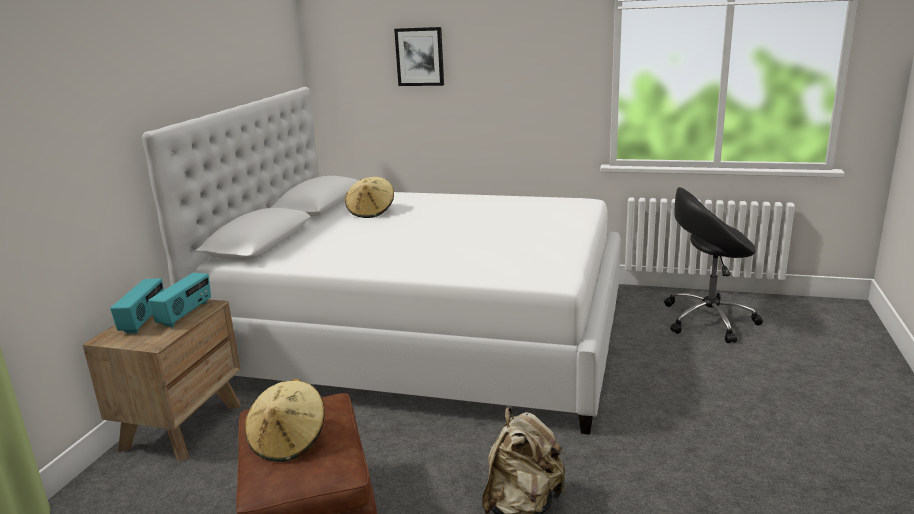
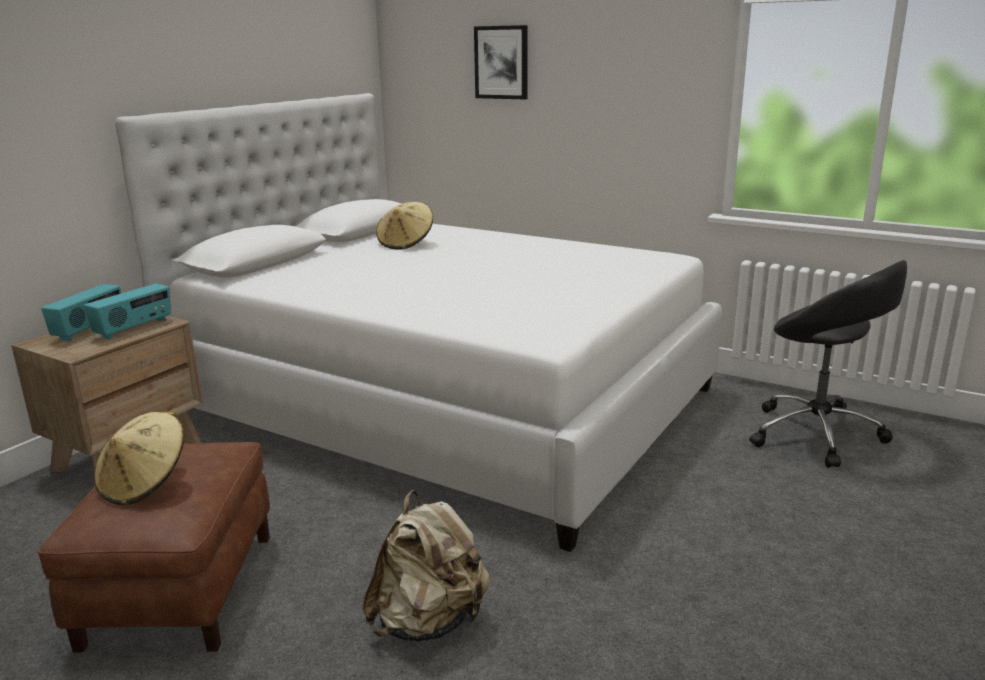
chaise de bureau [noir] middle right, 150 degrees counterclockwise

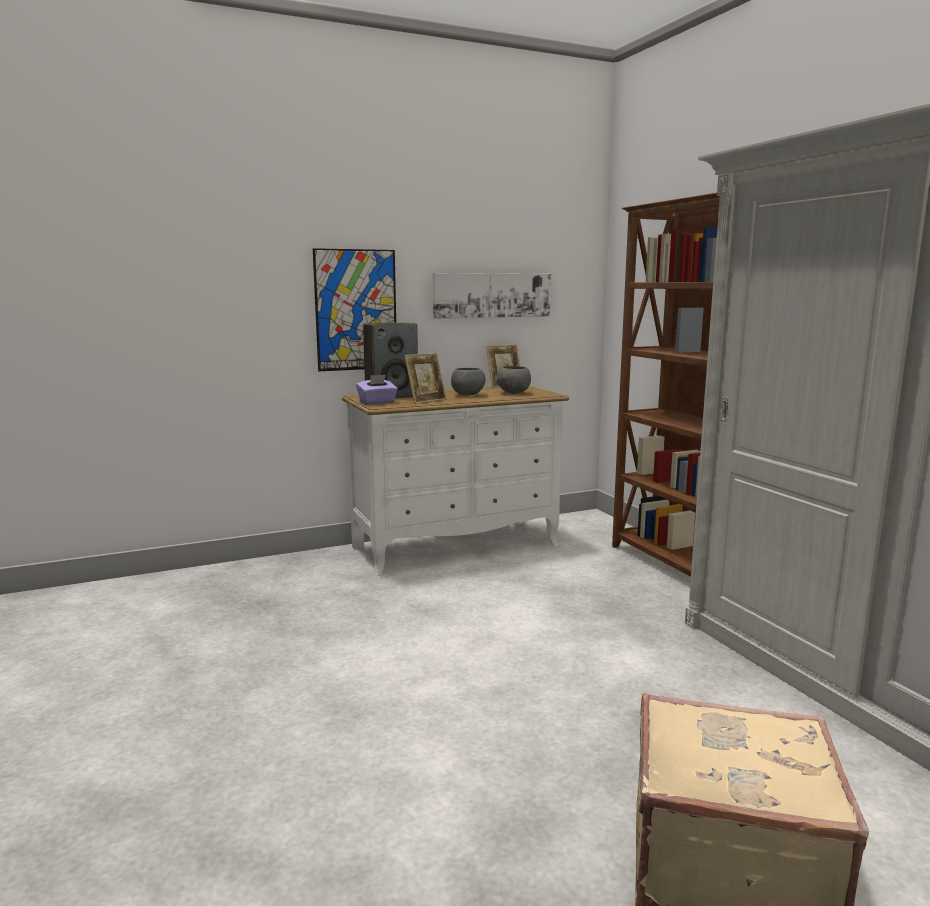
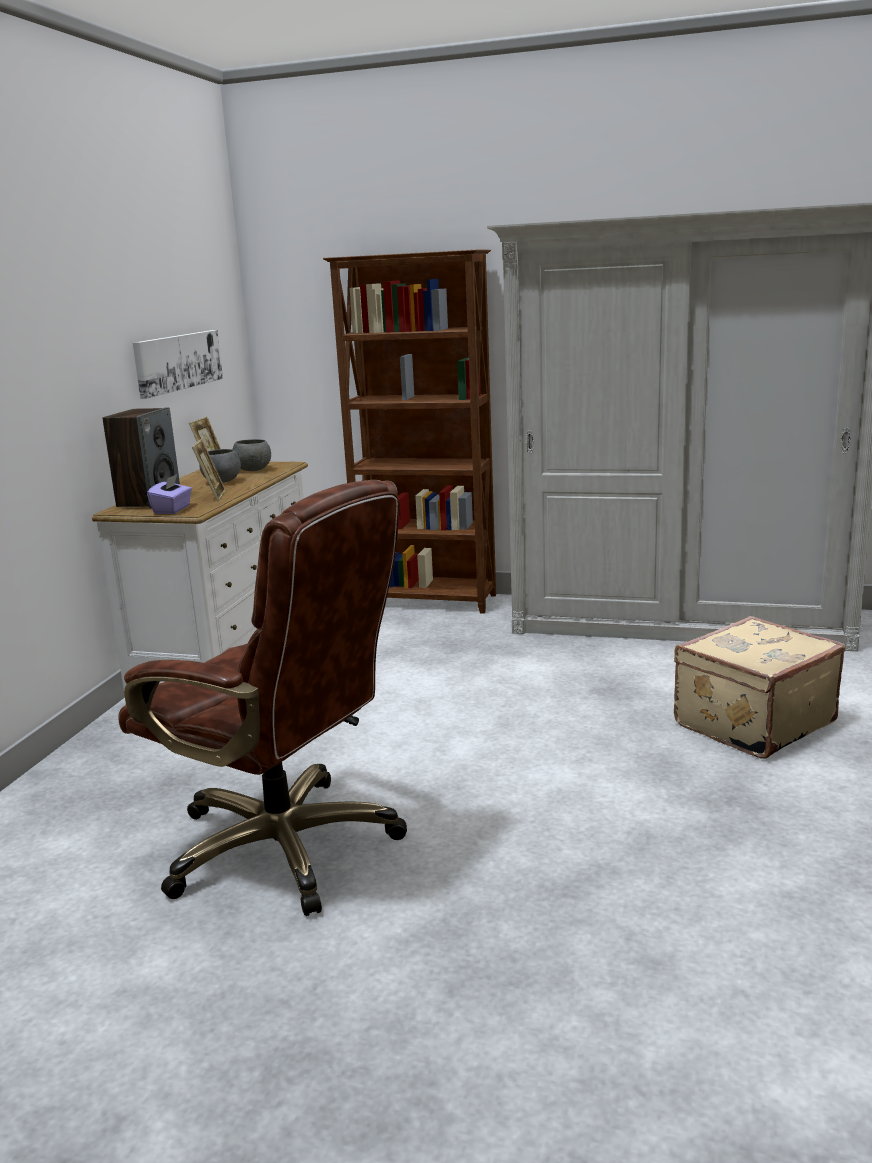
tableau (1st from left) centre → -
- → chaise de bureau [marron] middle left

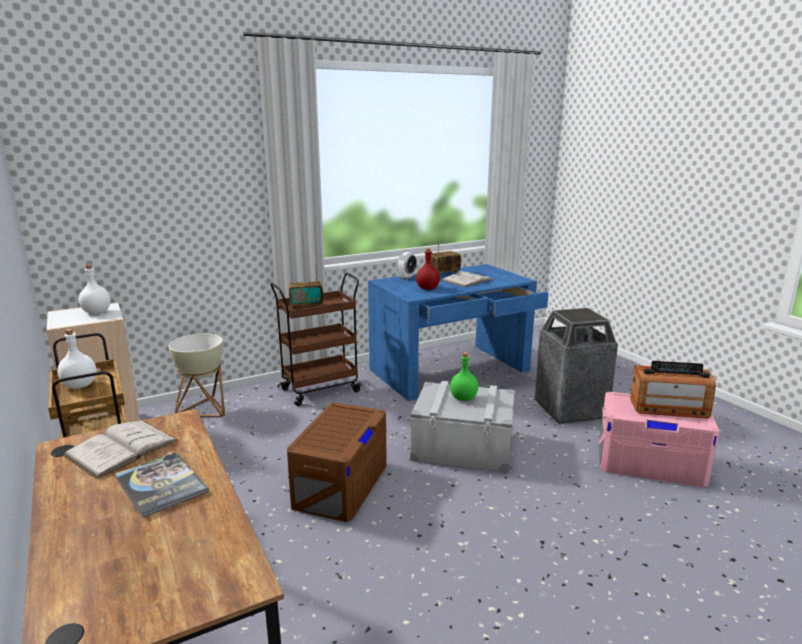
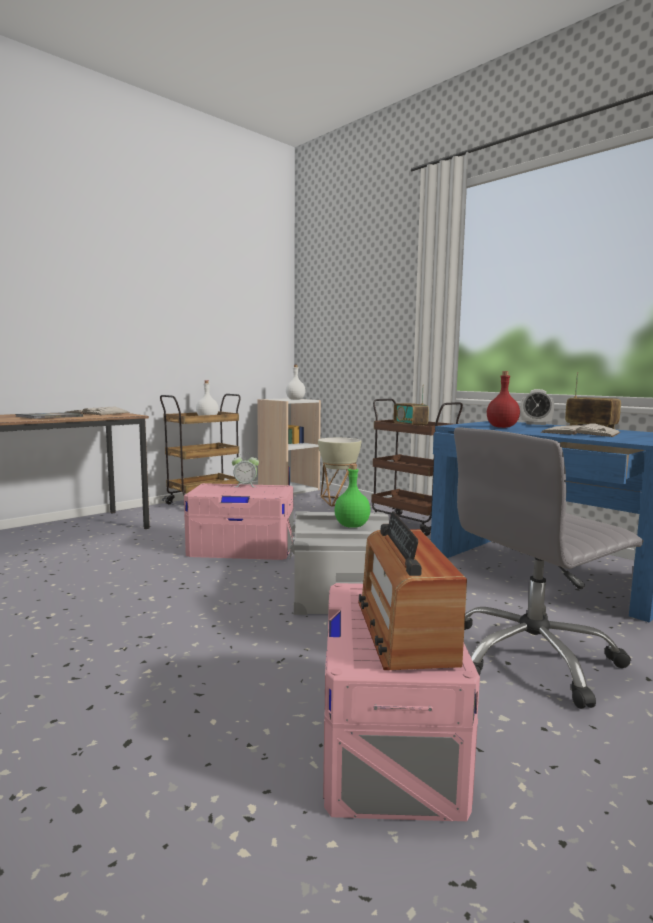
poubelle middle right → chaise de bureau [gris] middle right
boîte de rangement [marron] bottom centre → boîte de rangement [rose] (1st from left) centre
- → réveil (1st from left) centre

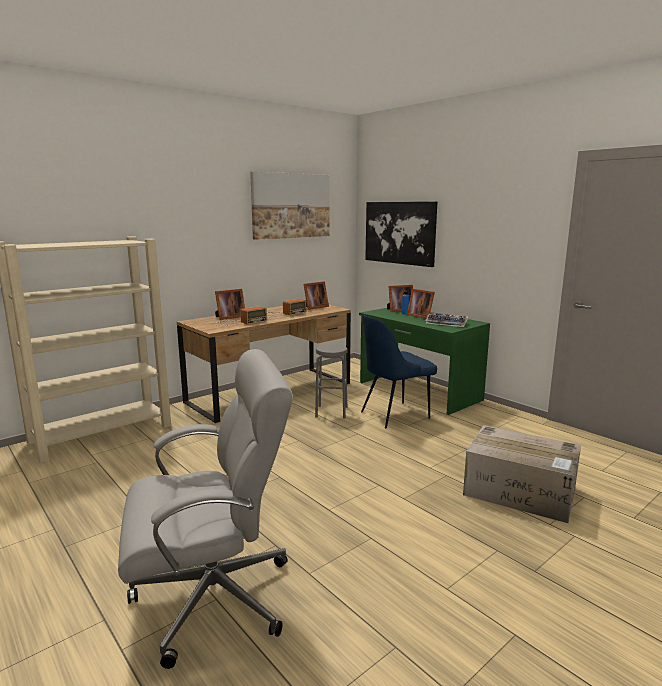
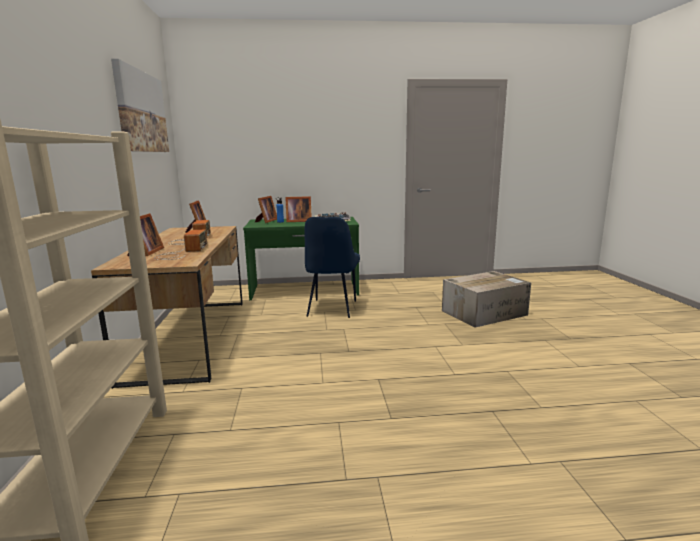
tableau (2nd from left) centre → -
tabouret [gris] centre → -
chaise de bureau [gris] bottom left → -

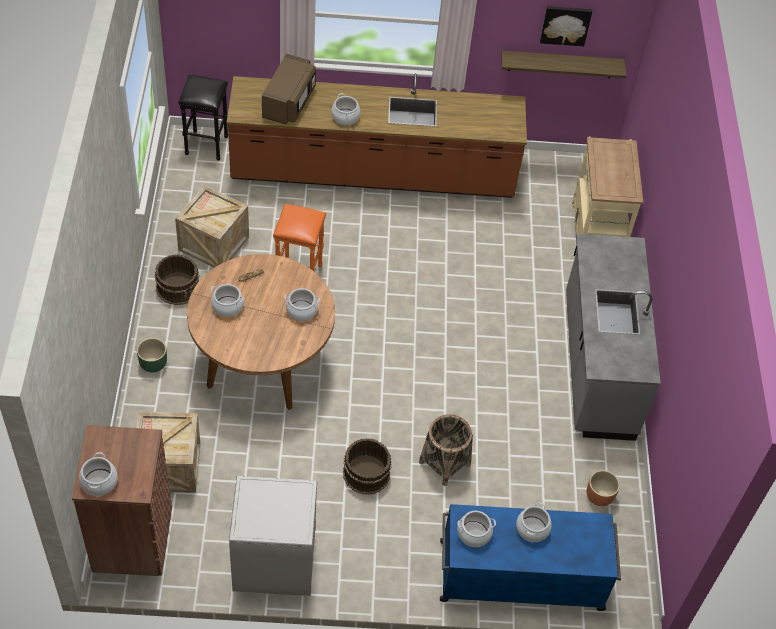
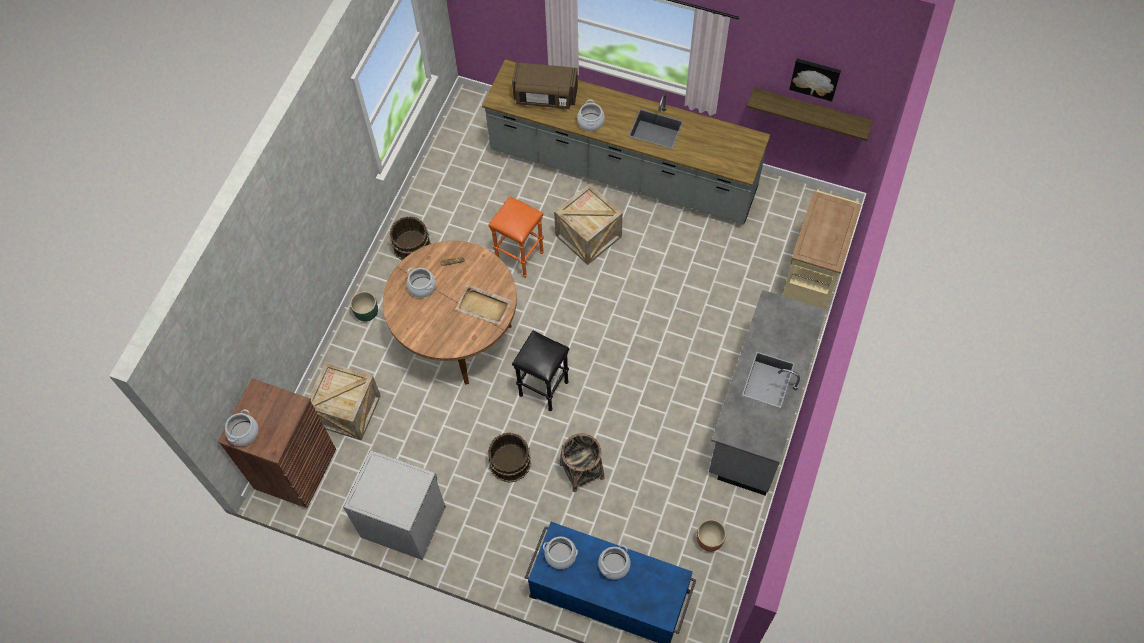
micro-ondes [marron] top centre, 60 degrees clockwise
comptoir de cuisine [marron] top centre → comptoir de cuisine [gris] (1st from left) top centre
tabouret [noir] top left → tabouret [noir] centre, move
caisse (2nd from left) middle left → caisse (2nd from left) centre, move
marmite (3rd from left) centre → plateau [beige] centre

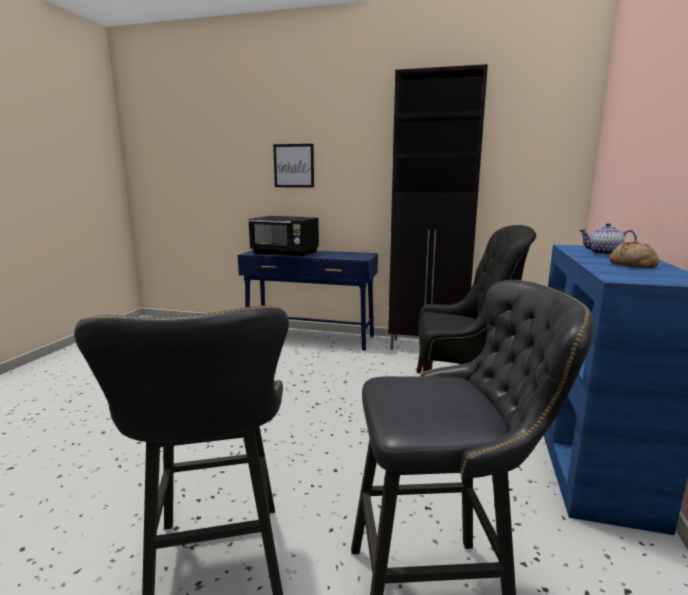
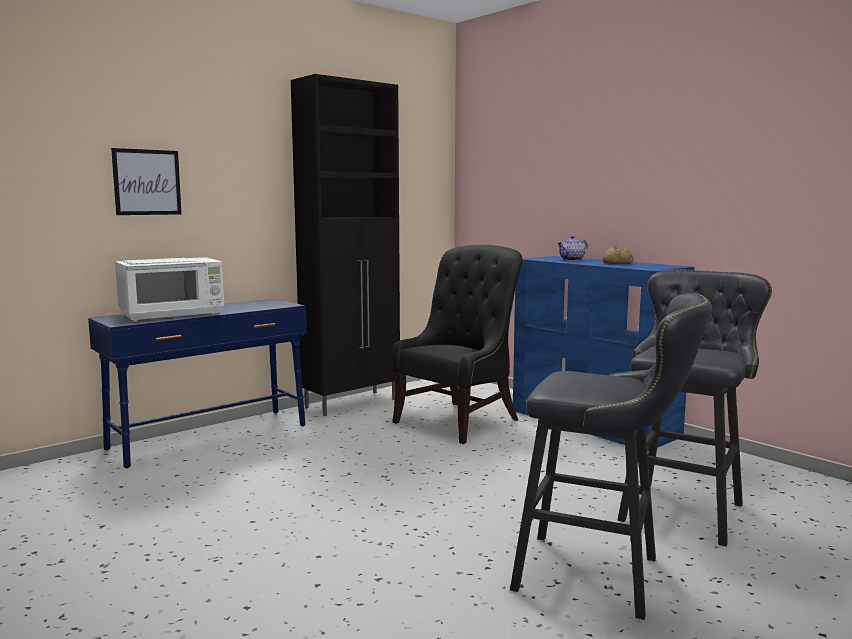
micro-ondes [noir] centre → micro-ondes [blanc] middle left

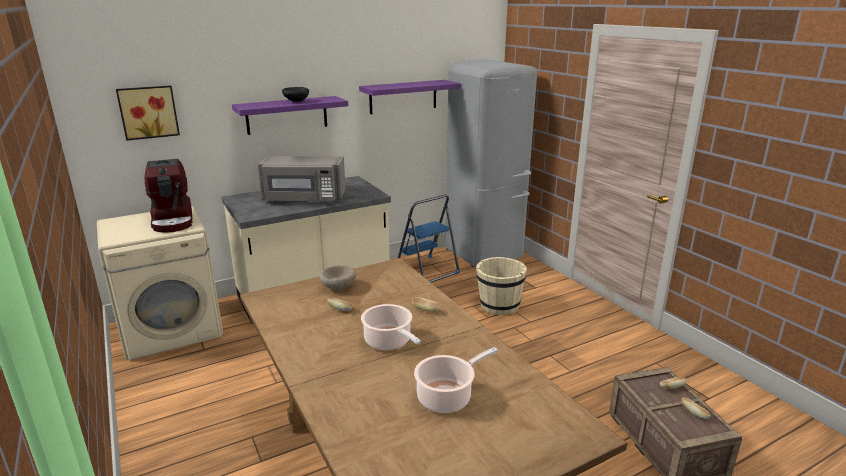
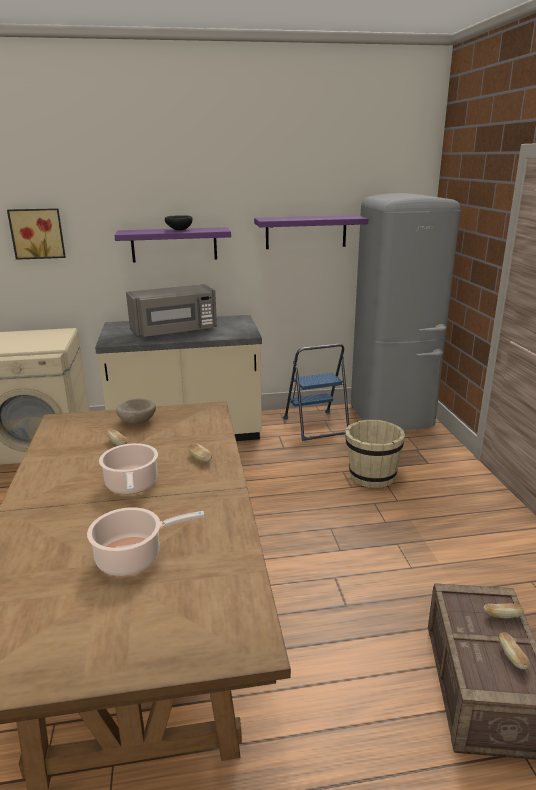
micro-ondes [gris] centre → micro-ondes [gris] middle left, 45 degrees counterclockwise
machine à café middle left → -

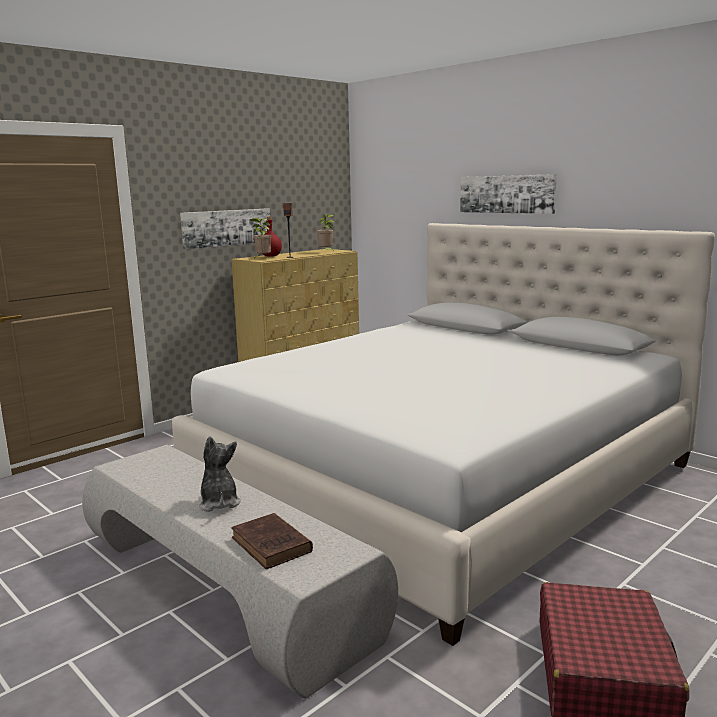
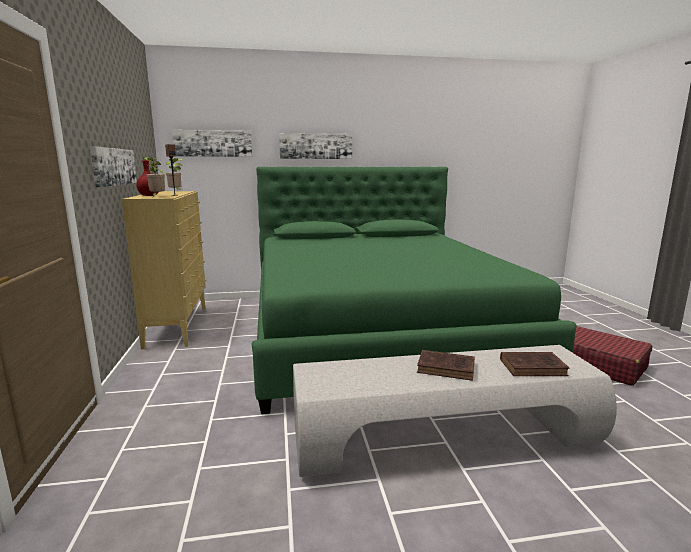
lit [blanc] centre → lit [vert] centre
peluche middle left → livre [marron] (1st from left) centre
- → tableau (2nd from left) top left

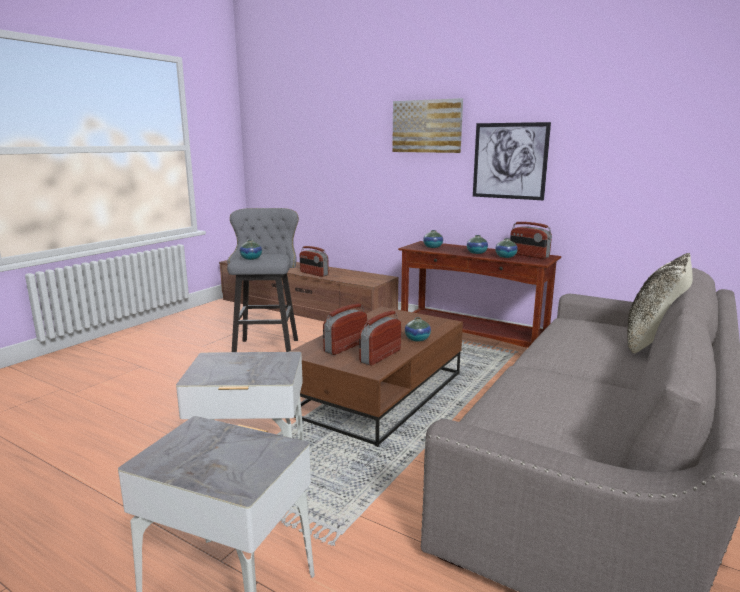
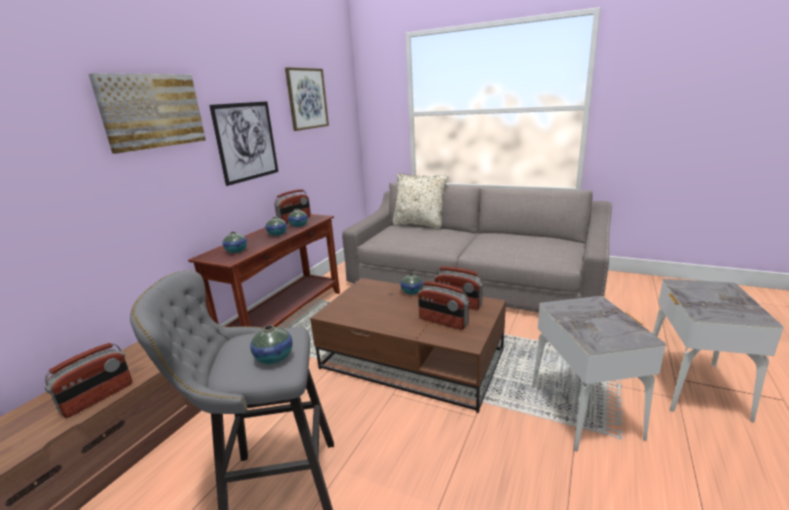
- → tableau (3rd from left) top centre

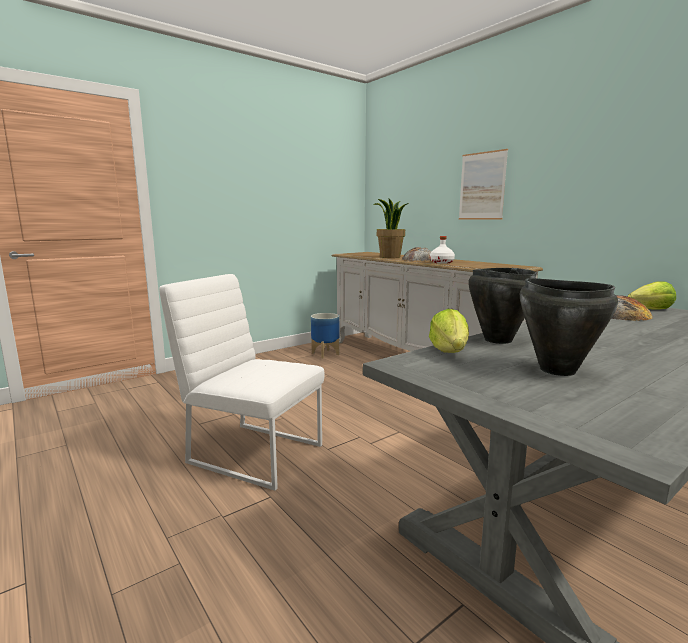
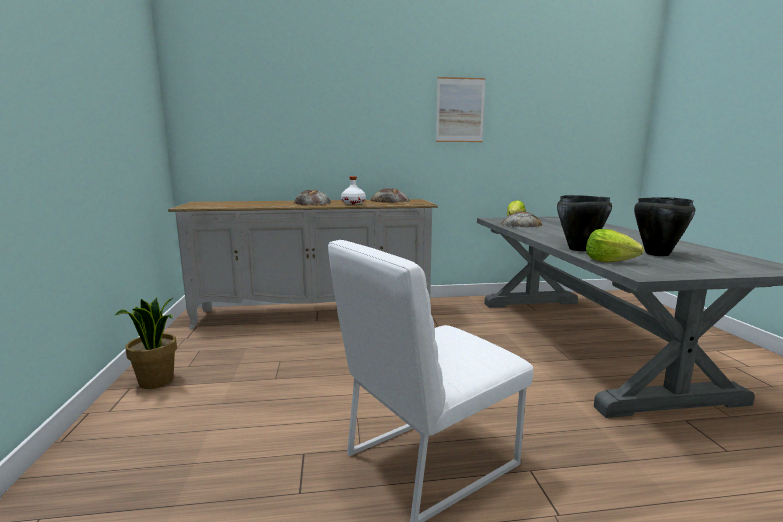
tableau top right → tableau top centre, move
plante en pot centre → plante en pot middle left, move
cache-pot centre → -
- → pain (2nd from left) centre

